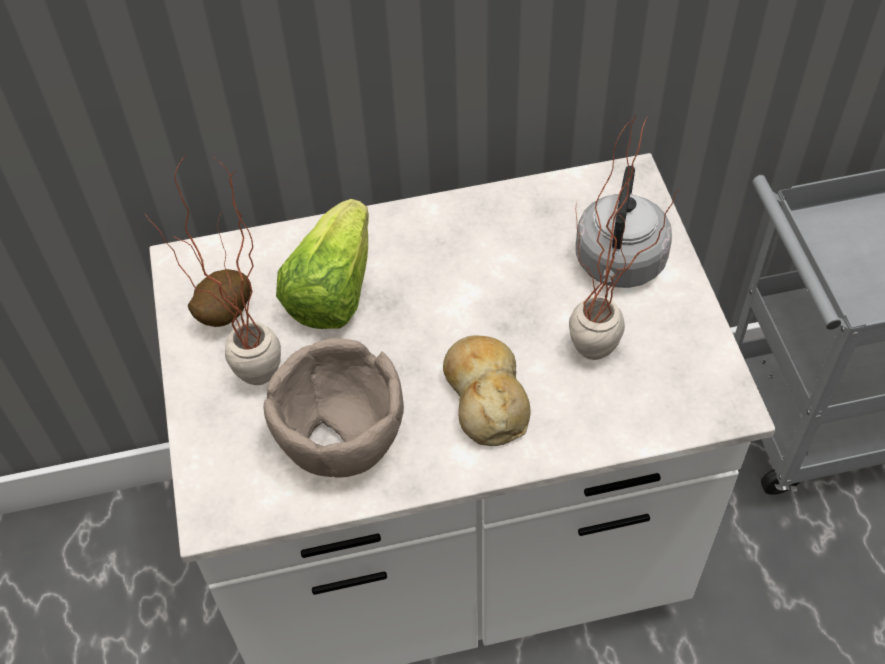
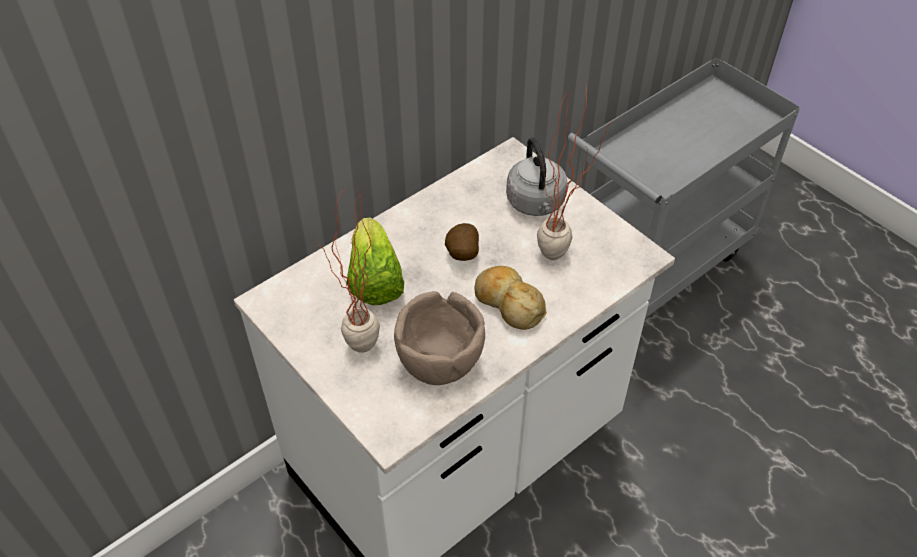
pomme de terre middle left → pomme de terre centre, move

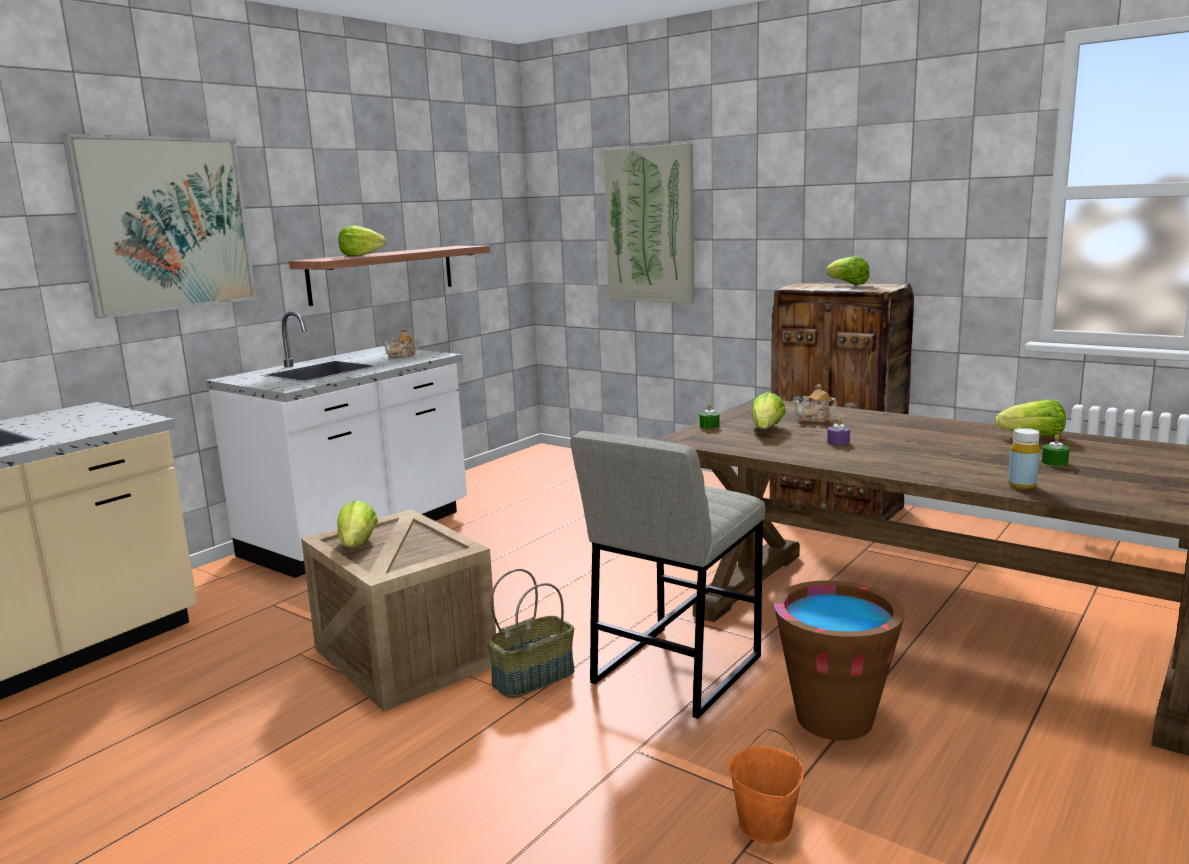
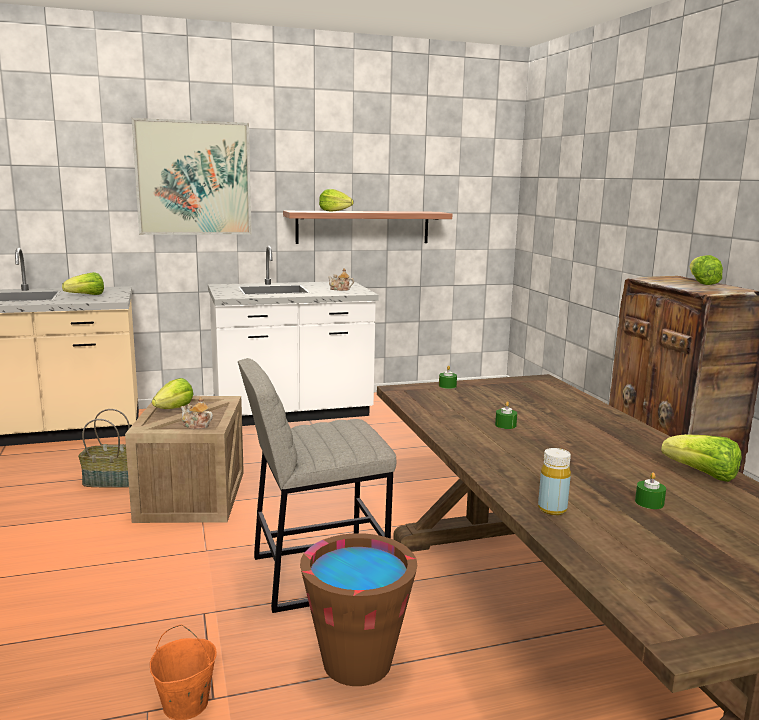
tableau (2nd from left) top centre → -
théière (2nd from left in the first image) middle right → théière (1st from left) middle left, move
laitue (3rd from left in the first image) centre → laitue (1st from left) middle left, move
bougie [violet] middle right → bougie [vert] (2nd from left) middle right
panier bottom centre → panier middle left, move

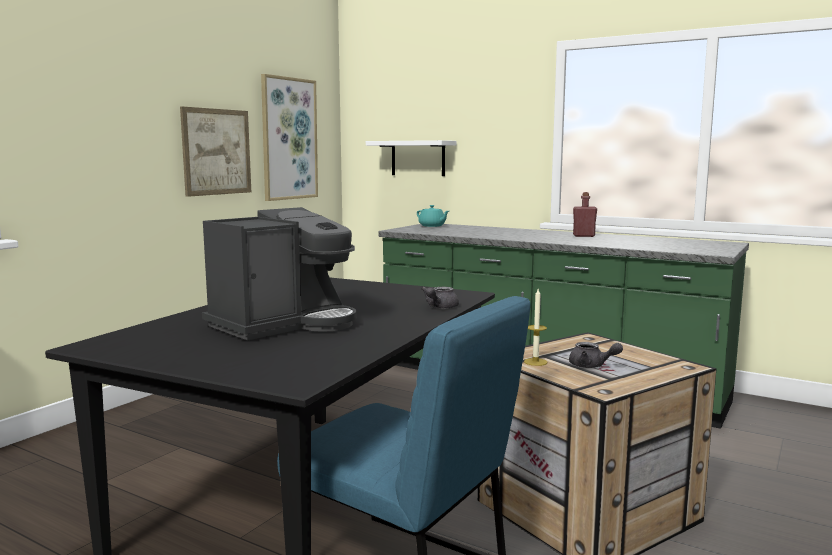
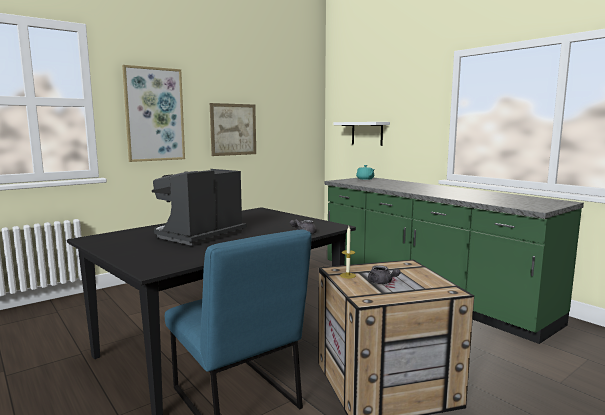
tableau (2nd from left in the first image) top centre → tableau (1st from left) top left, move
bouteille [rouge] middle right → -
machine à café centre → machine à café middle left, 150 degrees clockwise

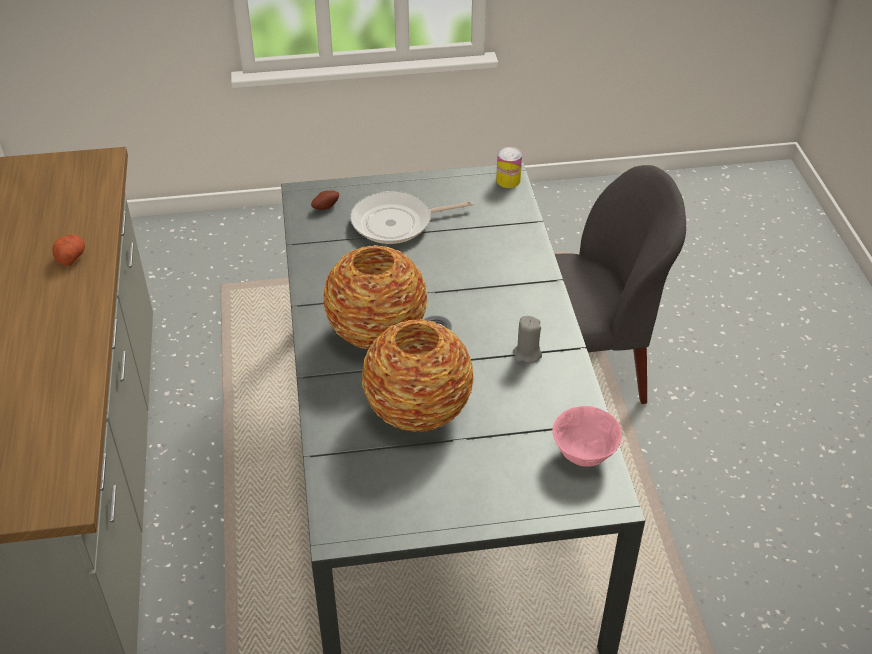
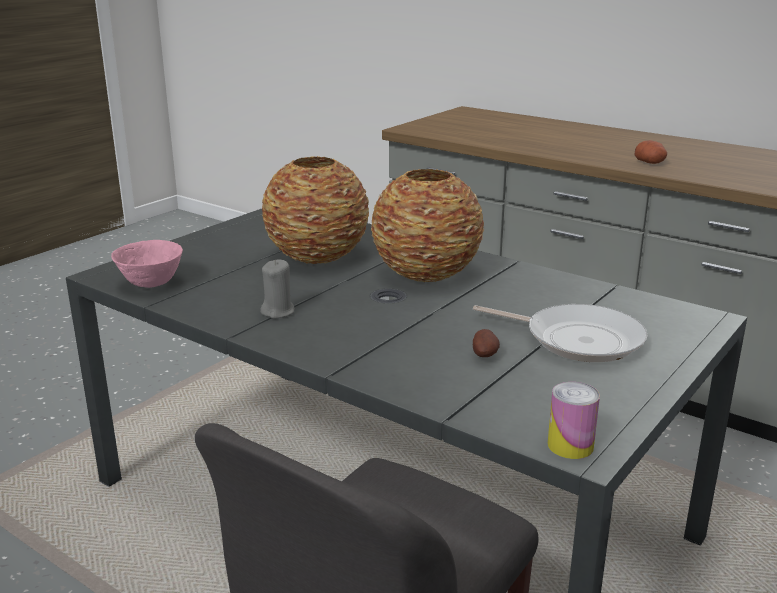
pomme de terre (2nd from left in the first image) top centre → pomme de terre (1st from left) centre, move
poêle top centre → poêle middle right, 90 degrees clockwise

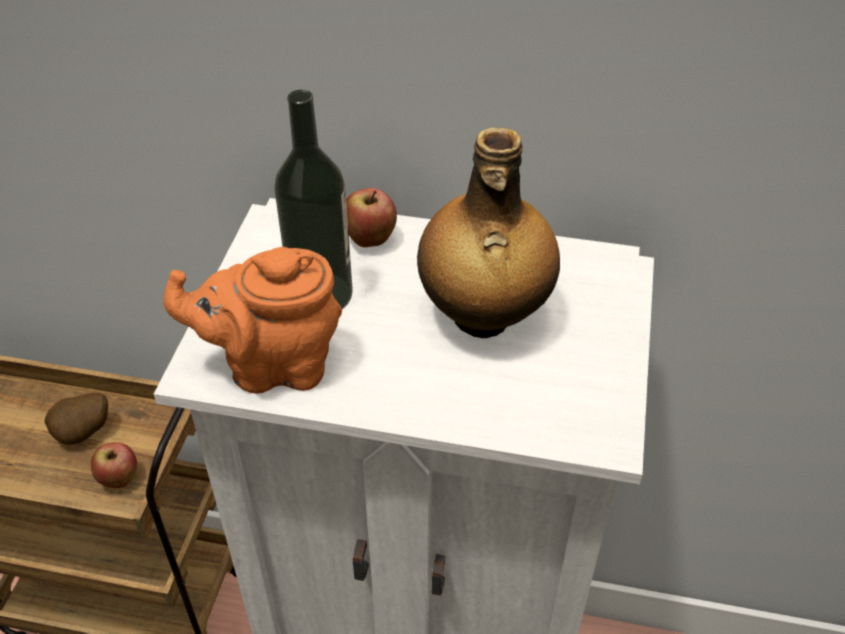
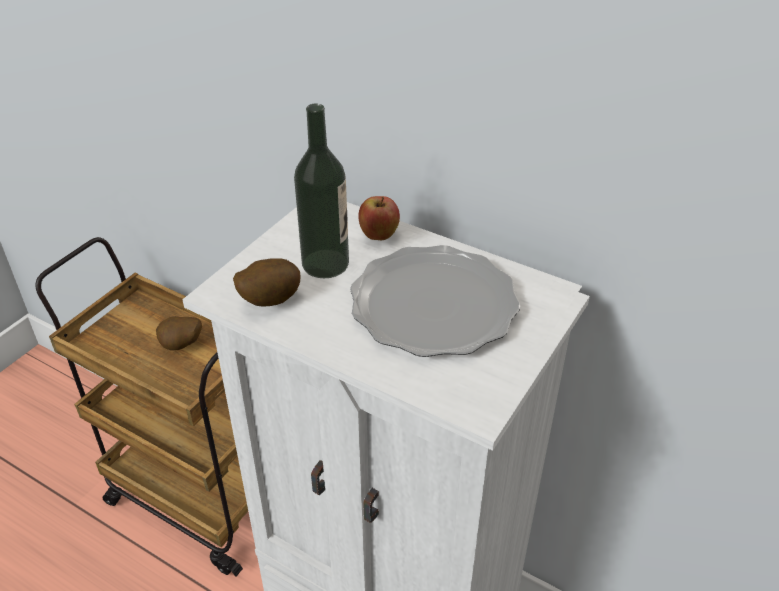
bouteille (2nd from left) centre → assiette centre
théière [orange] middle left → pomme de terre (2nd from left) centre
pomme (1st from left) bottom left → -

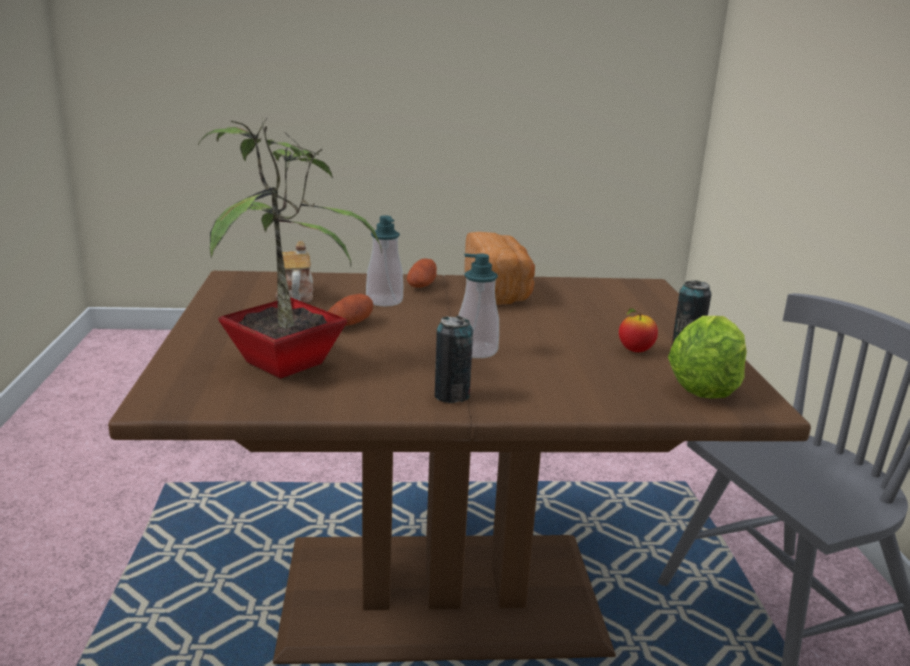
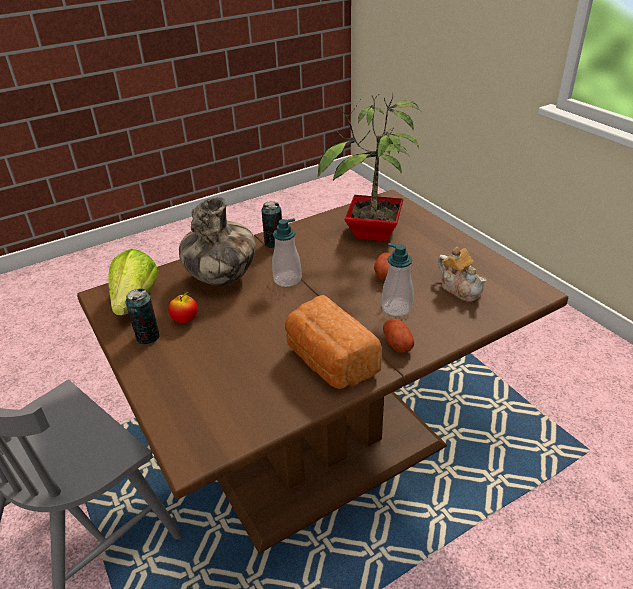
- → vase centre

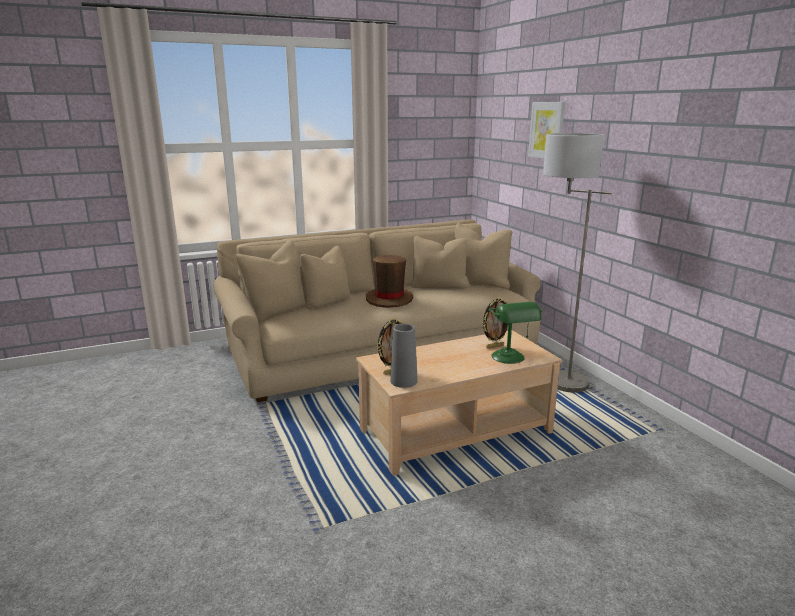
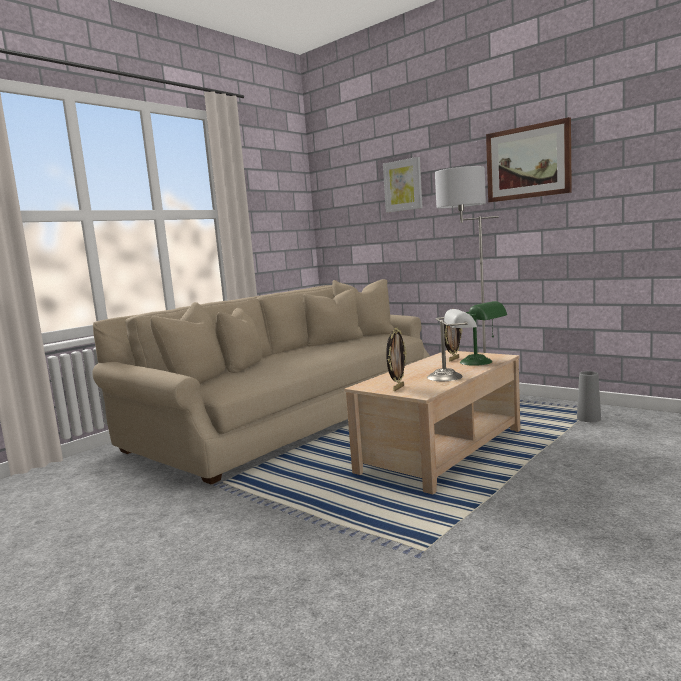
chapeau [marron] centre → -
vase [gris] centre → vase [gris] middle right, move
- → tableau (2nd from left) top right
- → lampe de table [blanc] centre

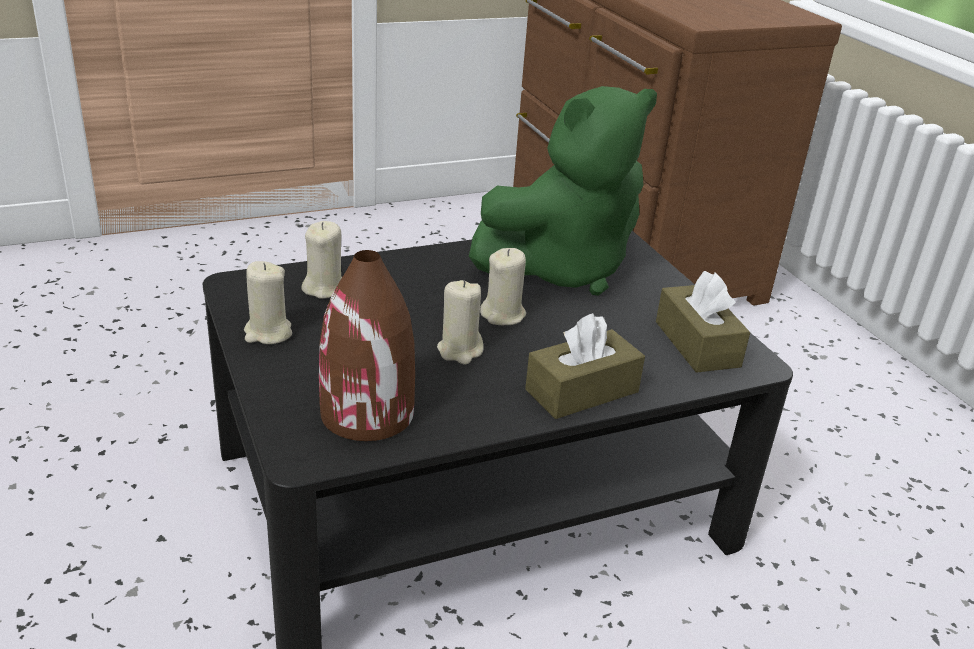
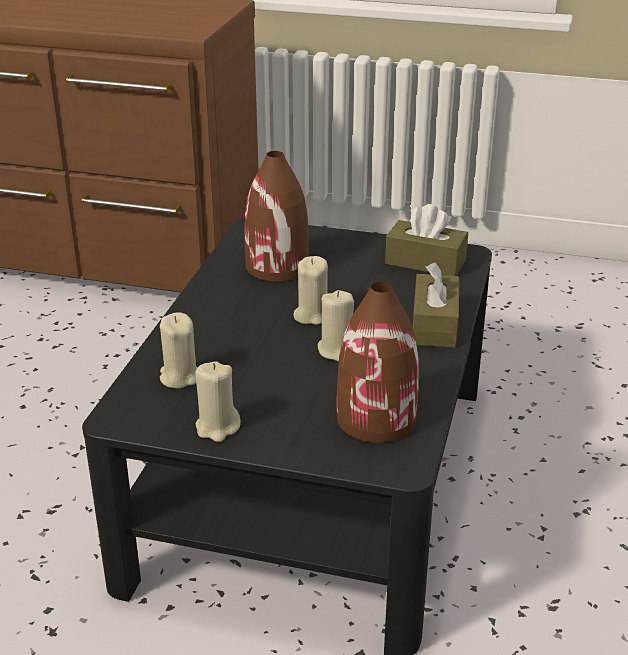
peluche [vert] top centre → vase [marron] (1st from left) top centre

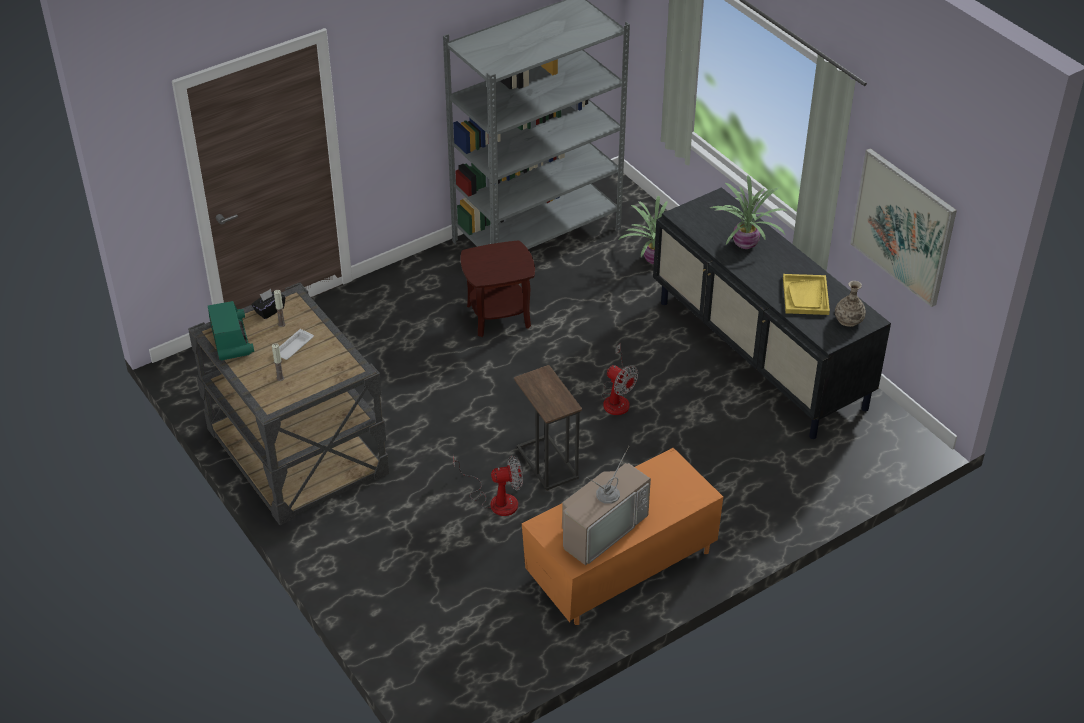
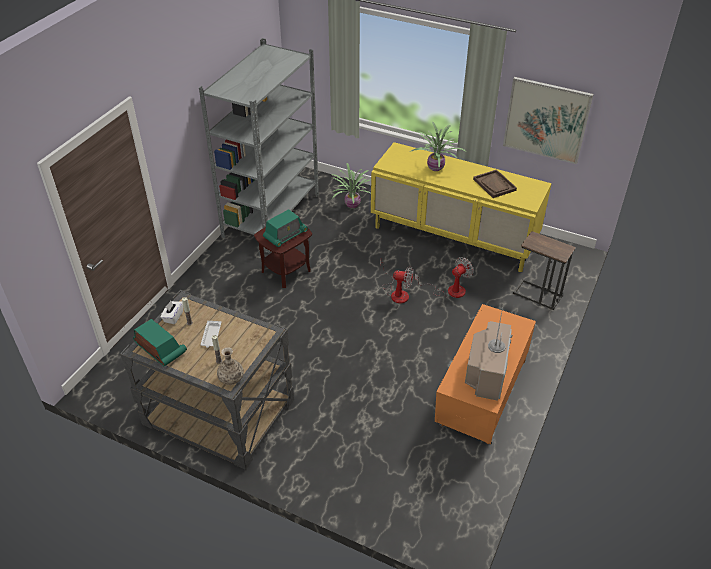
meuble de rangement [noir] middle right → meuble de rangement [jaune] centre
plateau [jaune] middle right → plateau [marron] top right
vase middle right → vase middle left, move
boîte à mouchoirs [noir] middle left → boîte à mouchoirs [blanc] middle left
table d'appoint [marron] (2nd from left) centre → table d'appoint [marron] (2nd from left) middle right, move
ventilateur (1st from left in the first image) bottom centre → ventilateur (2nd from left) centre, move
- → radio (2nd from left) centre

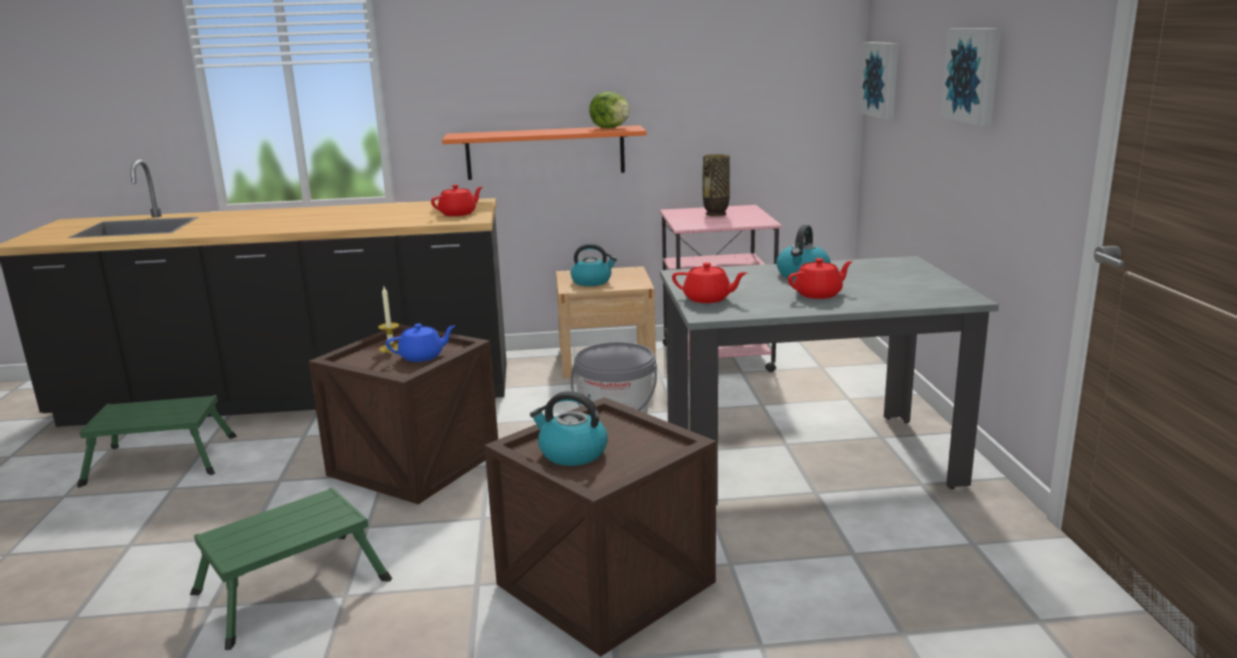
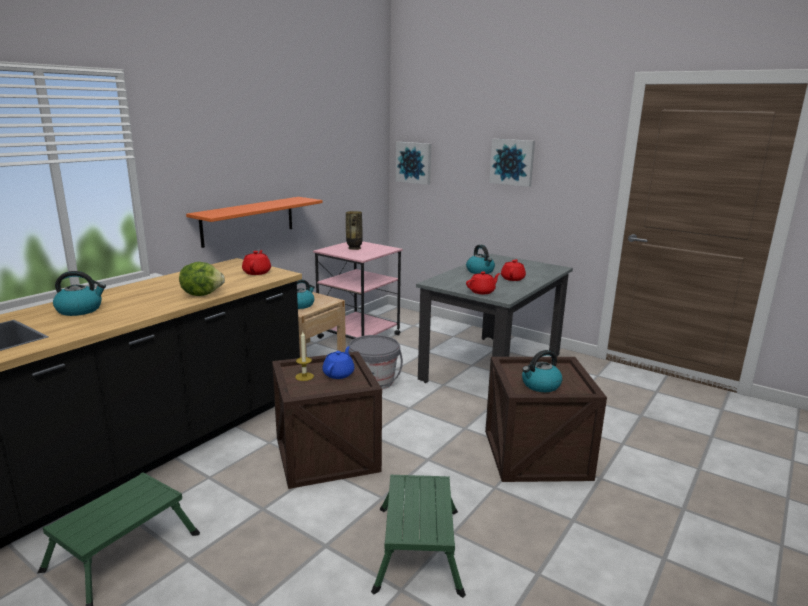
laitue top centre → laitue middle left, move
- → bouilloire (1st from left) middle left

